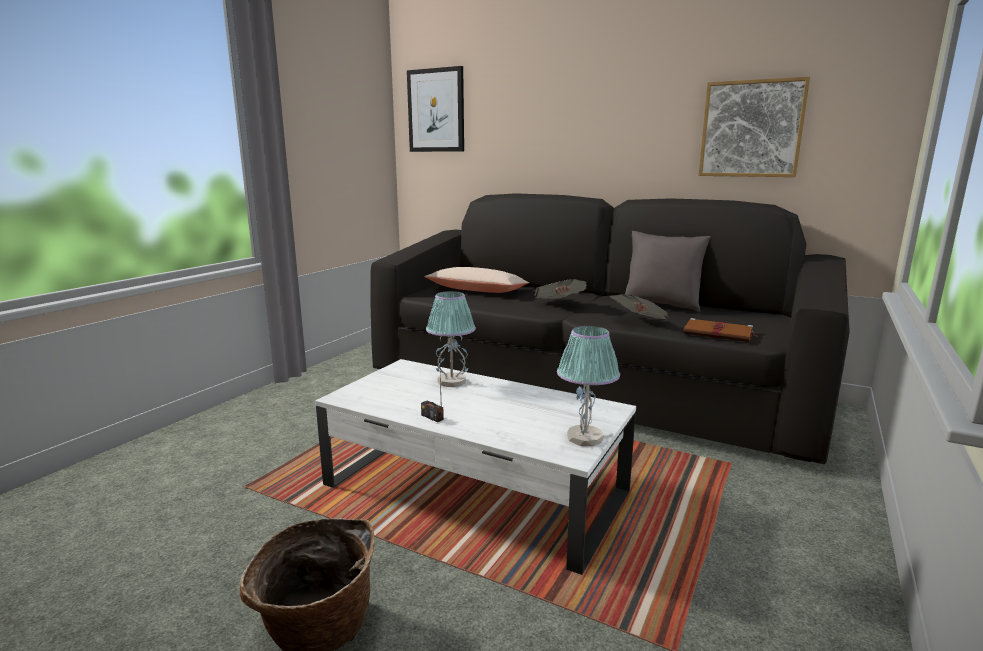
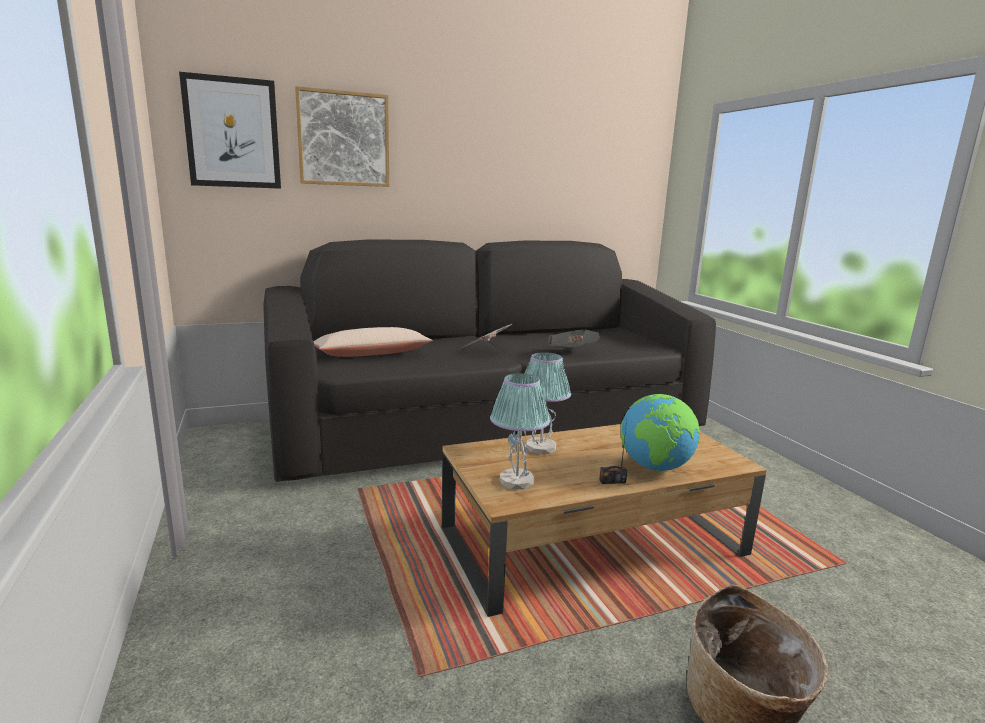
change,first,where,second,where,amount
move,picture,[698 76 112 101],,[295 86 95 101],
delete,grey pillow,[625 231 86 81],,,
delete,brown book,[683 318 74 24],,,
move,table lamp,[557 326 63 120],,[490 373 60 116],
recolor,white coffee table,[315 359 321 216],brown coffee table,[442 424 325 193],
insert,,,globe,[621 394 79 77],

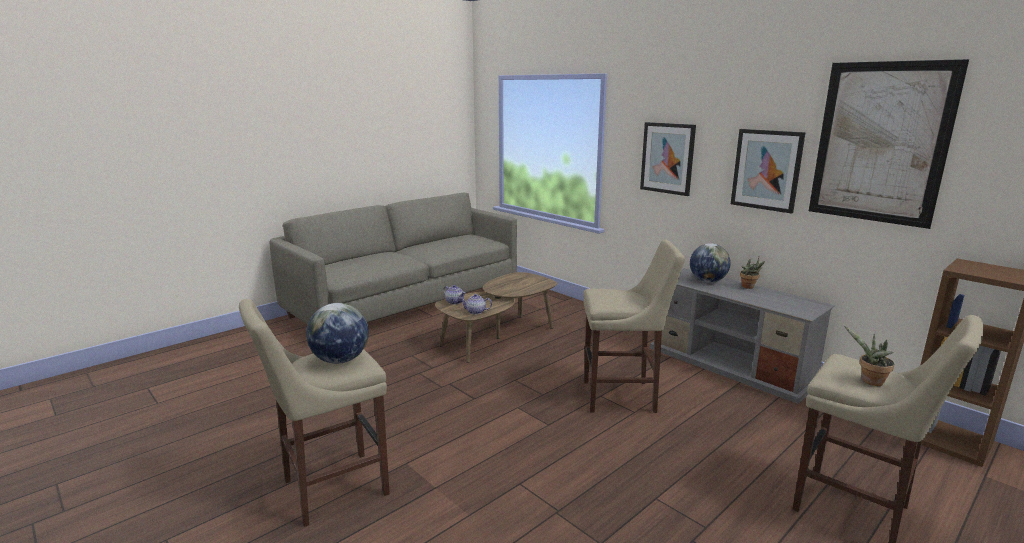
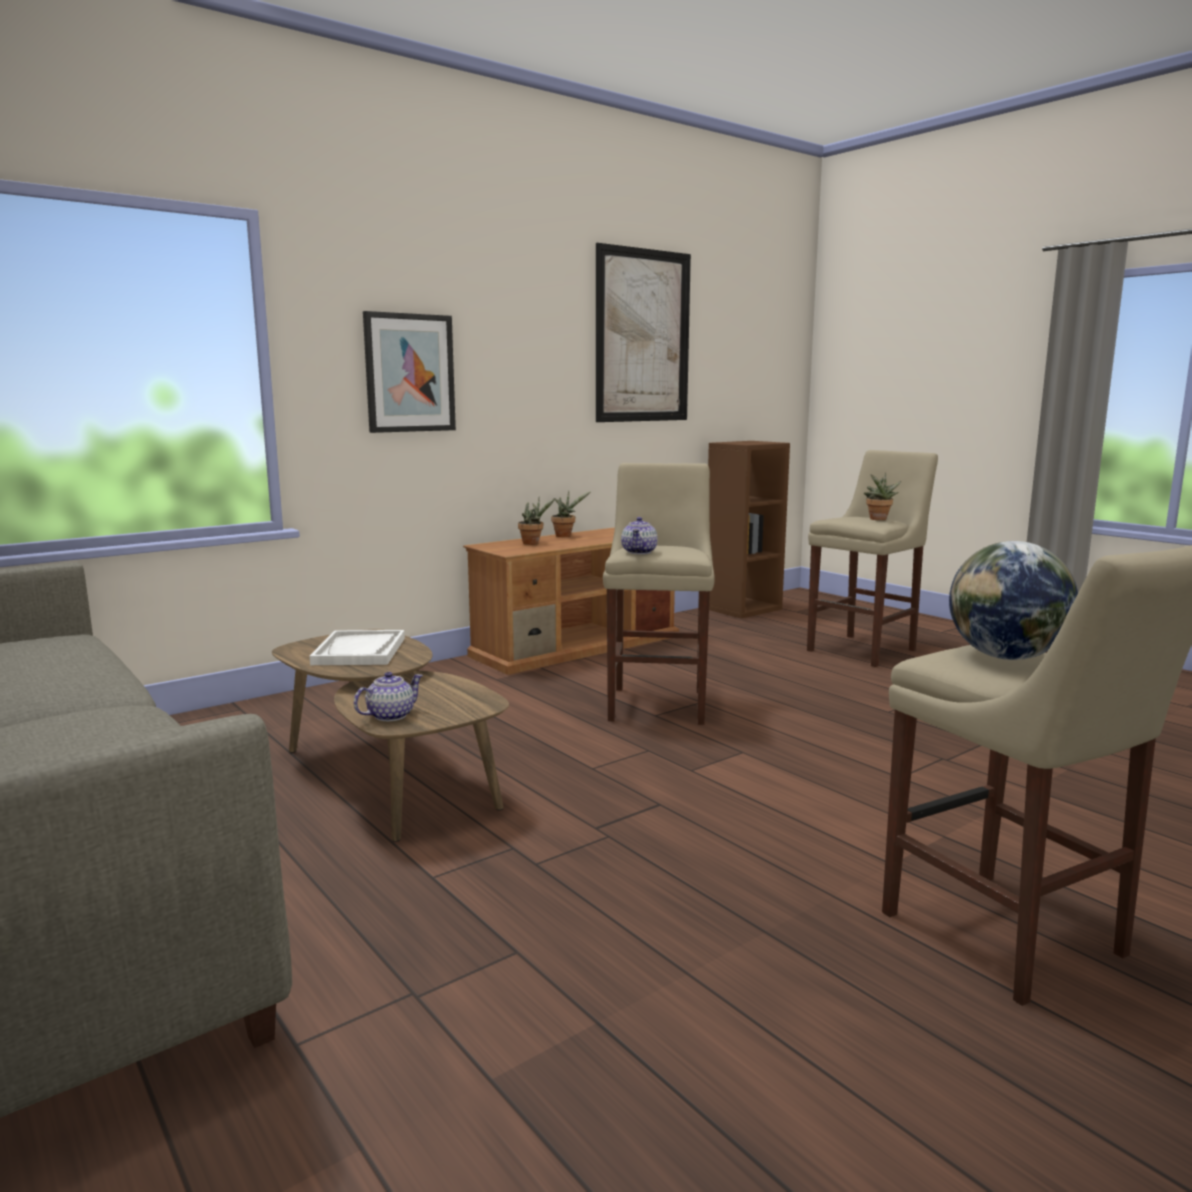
change,first,where,second,where,amount
delete,picture,[731 129 75 85],,,
replace,globe,[690 243 41 40],potted plant,[518 497 37 48],
recolor,grey tv stand,[650 268 185 136],brown tv stand,[463 528 216 147],
move,teapot,[460 294 32 21],,[621 517 36 37],
insert,,,white tray,[310 630 95 35],

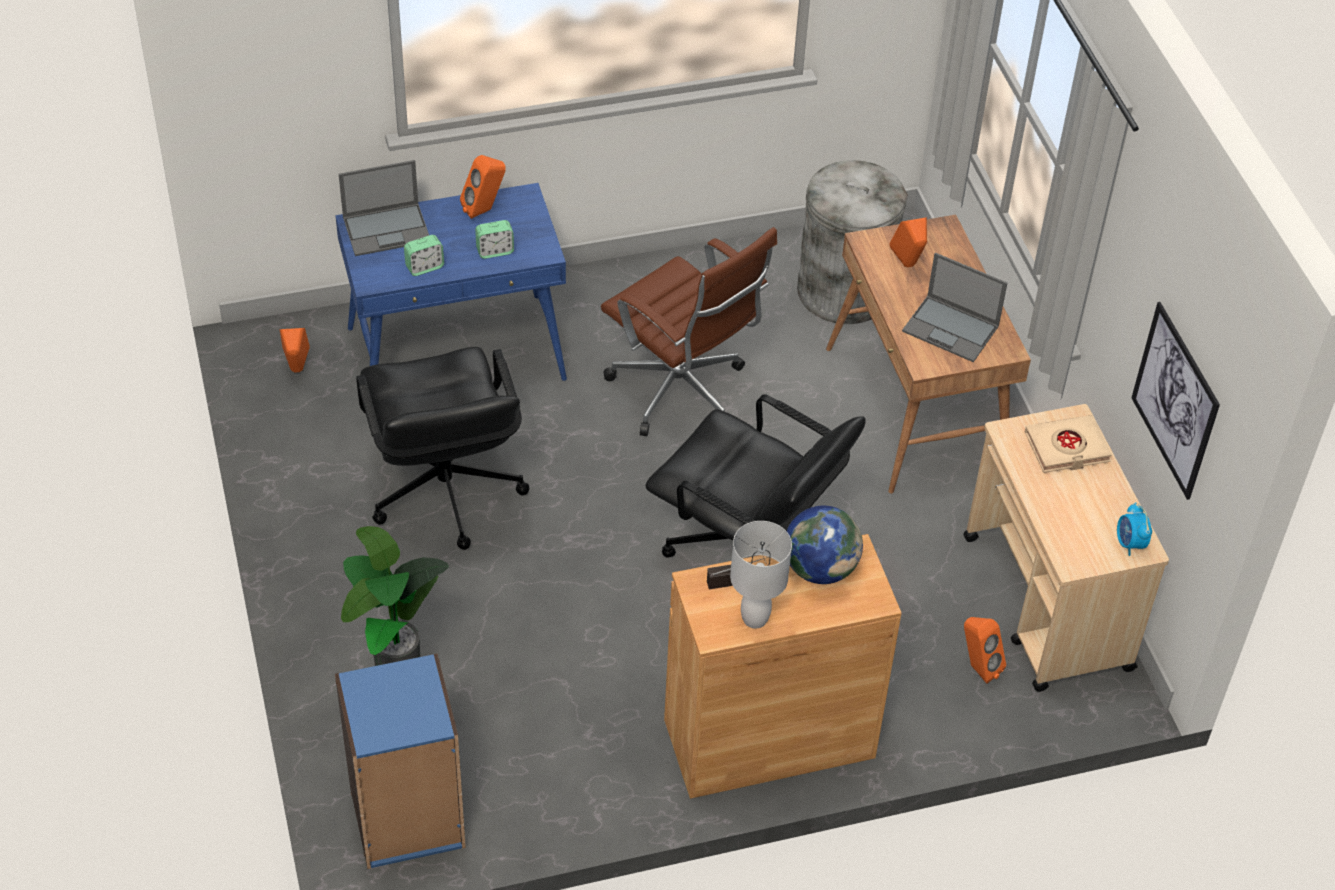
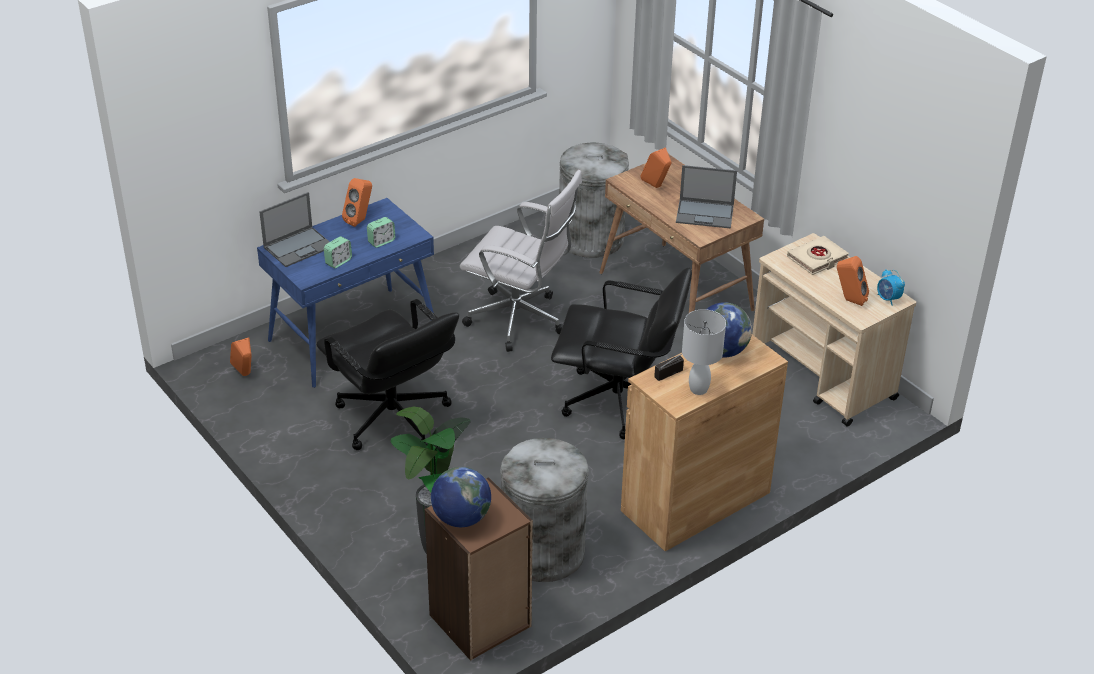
change,first,where,second,where,amount
recolor,brown office chair,[601 227 176 209],white office chair,[460 170 122 182],
delete,picture,[1131 302 89 198],,,
move,orange speaker,[964 617 42 67],,[837 256 32 50],
recolor,blue bookcase,[335 653 131 216],brown bookcase,[425 477 108 184],
insert,,,grey trash can,[500 438 89 144],
insert,,,globe,[431 467 60 60],

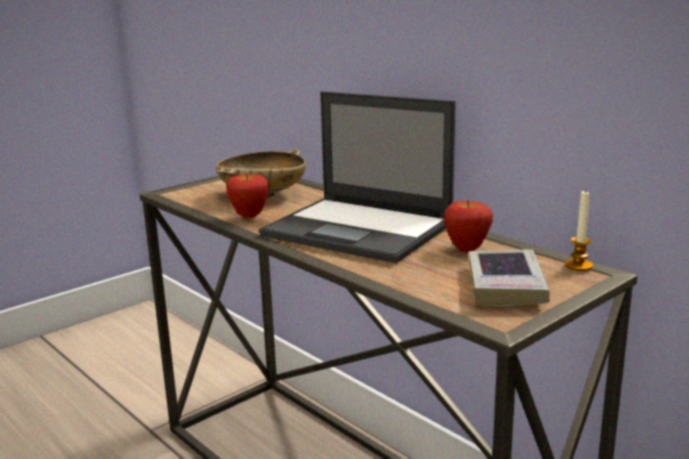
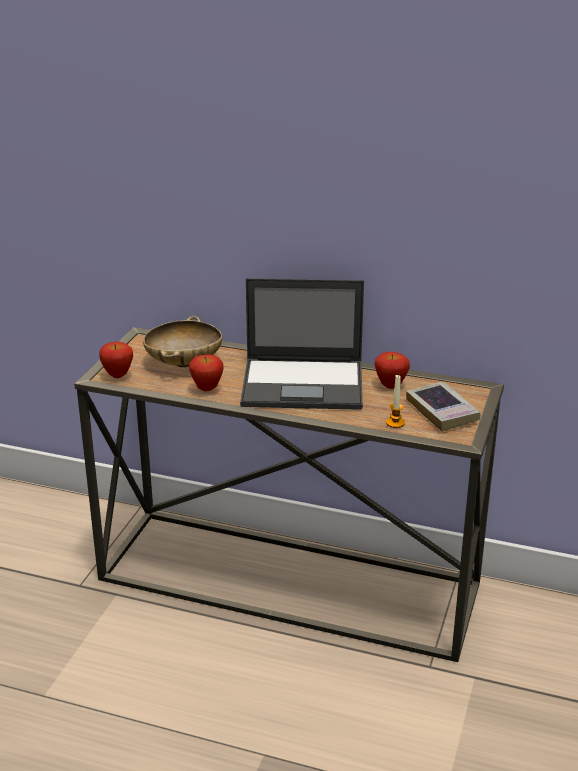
change,first,where,second,where,amount
move,candle,[565 189 28 82],,[386 375 19 53],
insert,,,apple,[99 342 34 36],

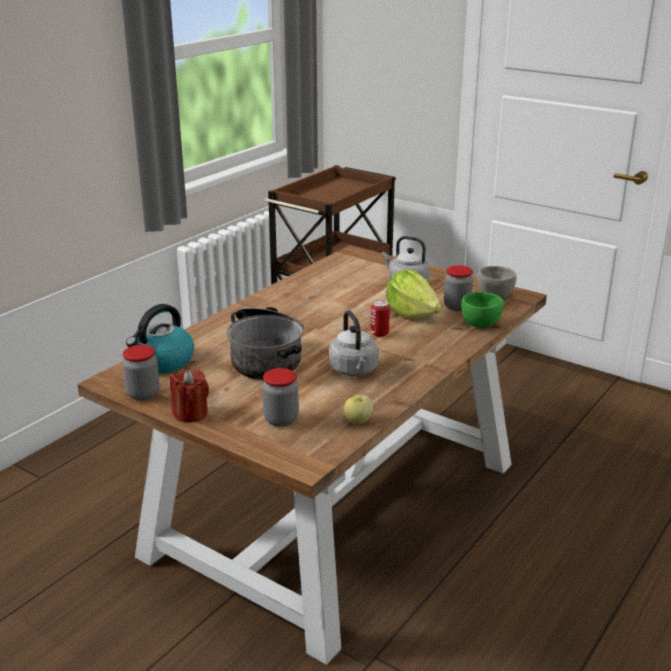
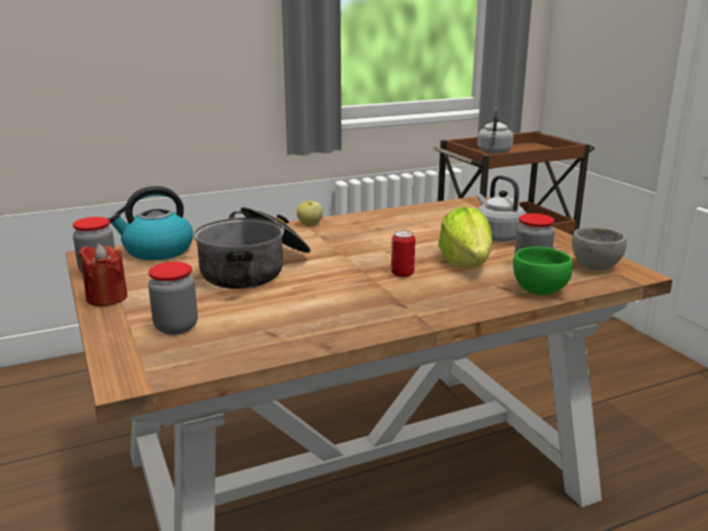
change,first,where,second,where,amount
move,grey kettle,[329 310 50 66],,[477 107 36 46],
move,apple,[344 395 29 29],,[297 201 26 24],

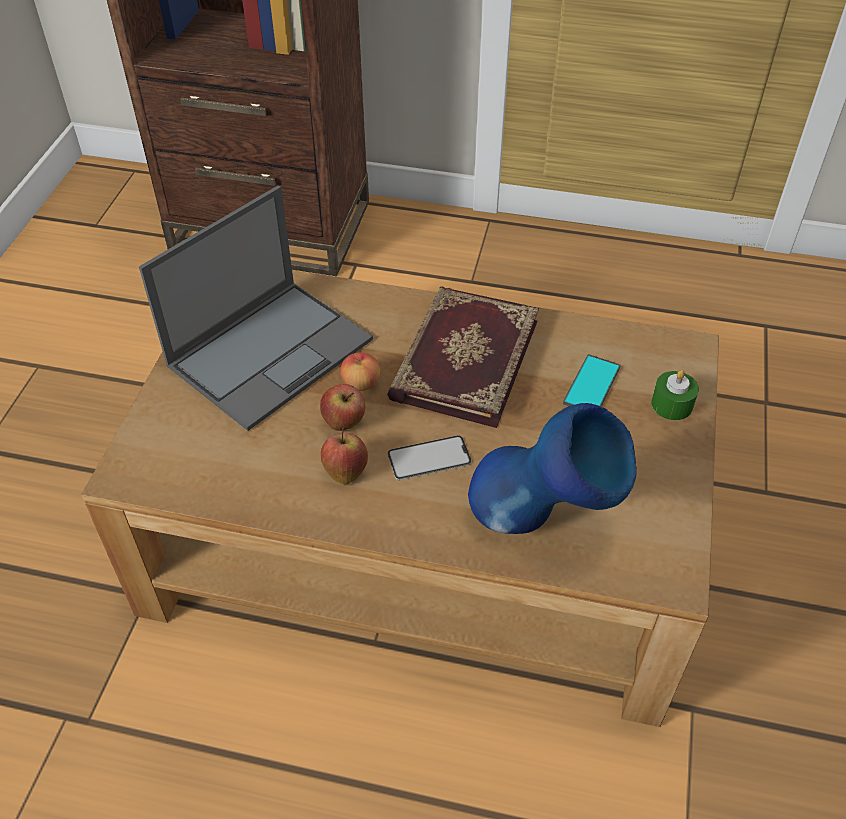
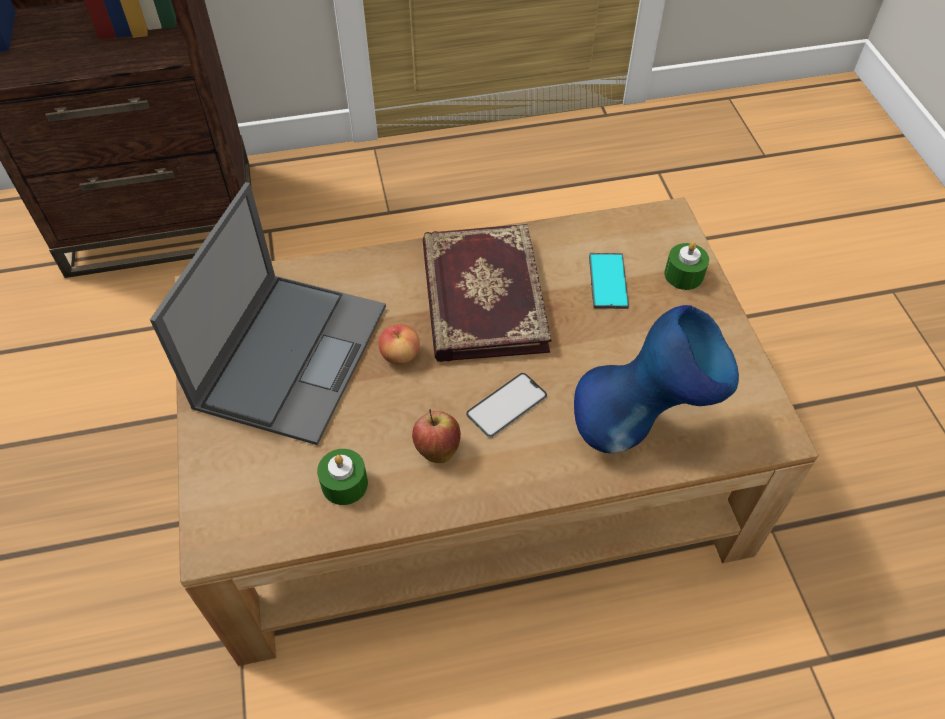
change,first,where,second,where,amount
delete,apple,[320 384 45 47],,,
insert,,,green candle,[317 449 51 56],

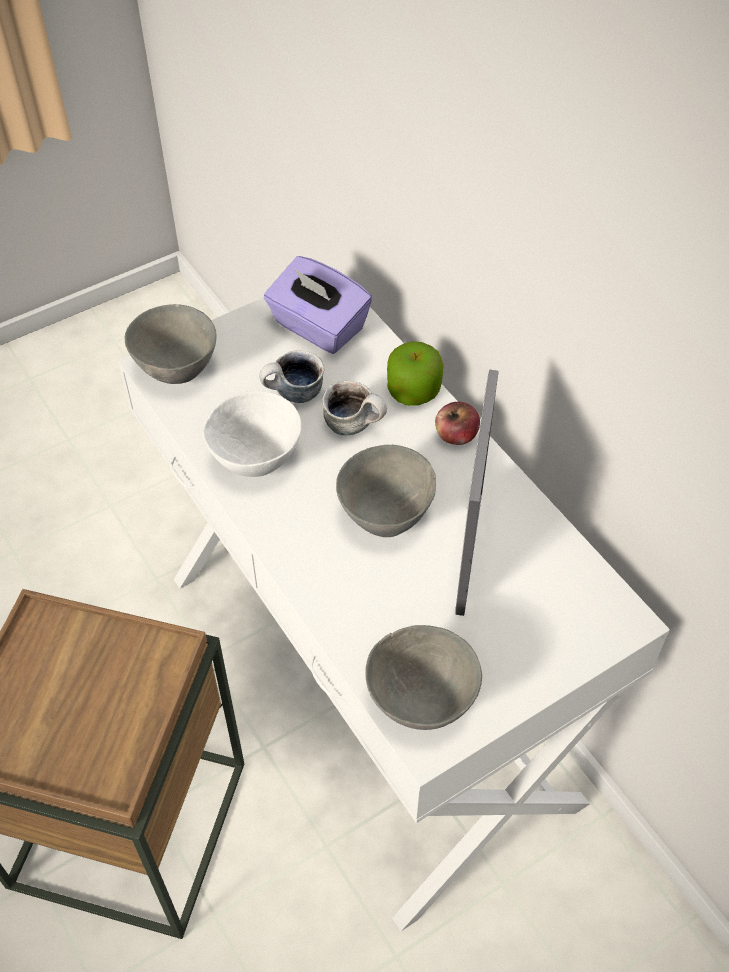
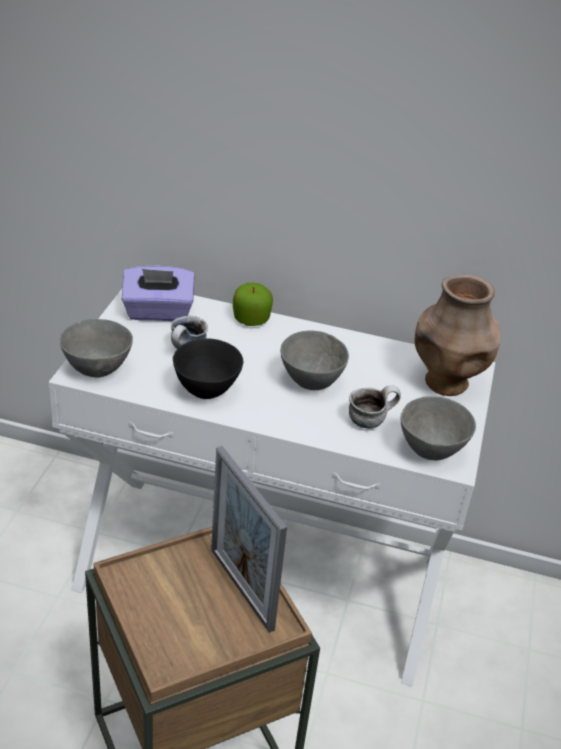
change,first,where,second,where,amount
move,picture frame,[455 370 44 246],,[211 446 76 187],
move,mug,[322 381 65 54],,[349 385 52 43],
recolor,white bowl,[203 391 99 86],black bowl,[173 339 70 60],
delete,apple,[435 402 45 43],,,
insert,,,brown vase,[414 275 87 121],

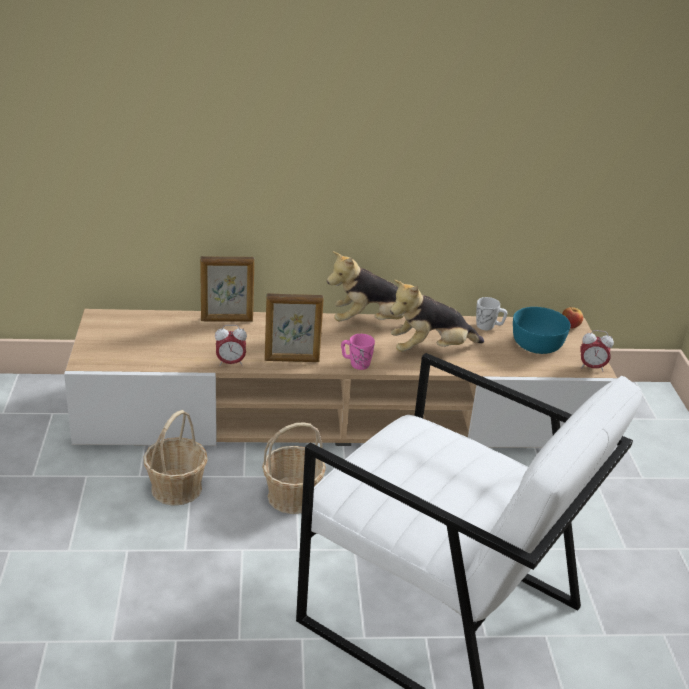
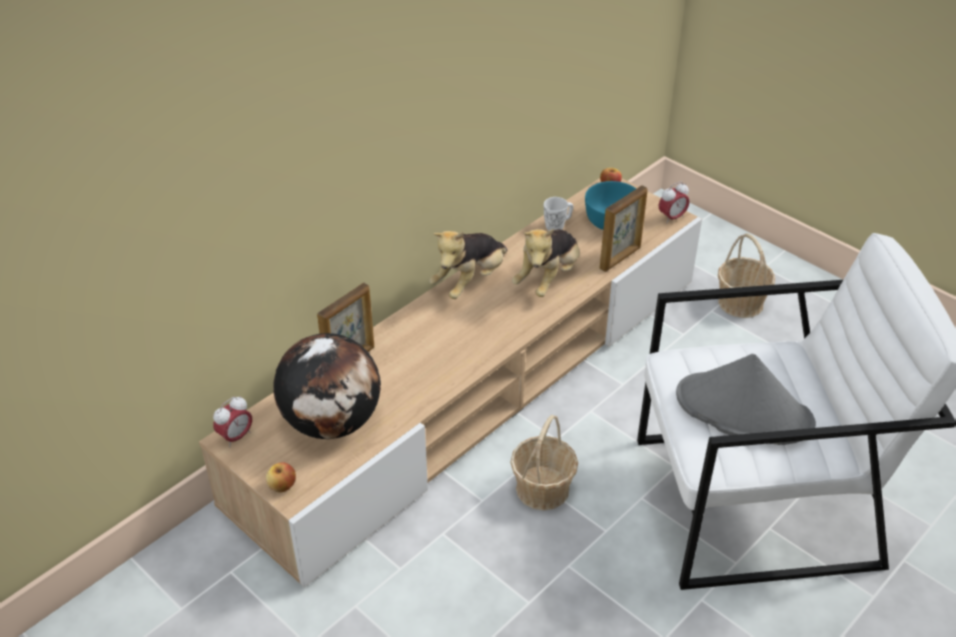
change,first,where,second,where,amount
move,picture frame,[265 293 59 69],,[599 185 49 87],
move,alarm clock,[215 325 32 41],,[213 396 39 52],
delete,pink mug,[341 334 34 36],,,
move,basket,[144 410 64 96],,[718 233 57 85],
insert,,,globe,[273 333 108 106],
insert,,,grey hat,[676 354 140 91],
insert,,,apple,[266 462 30 31],

